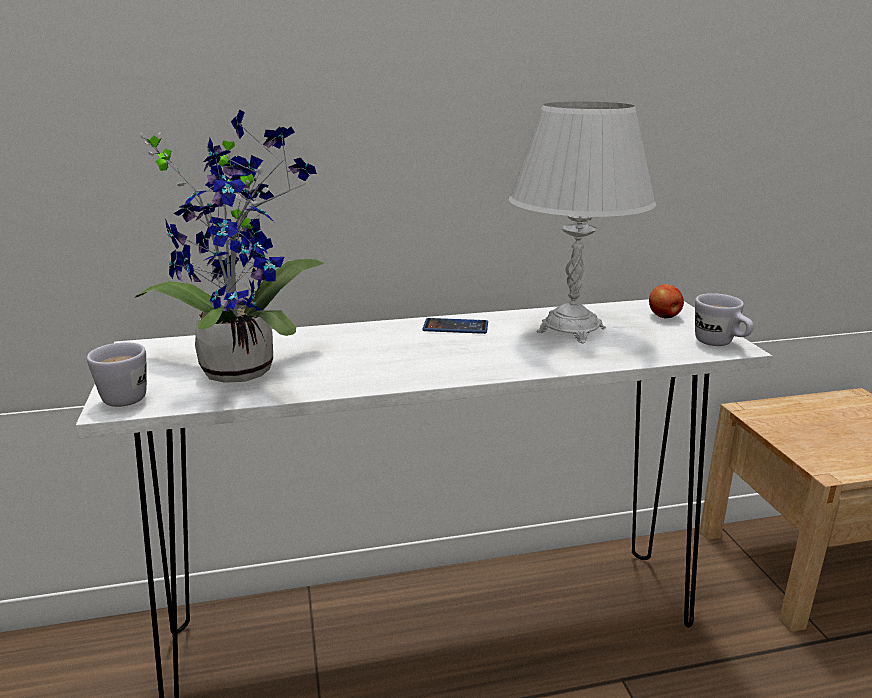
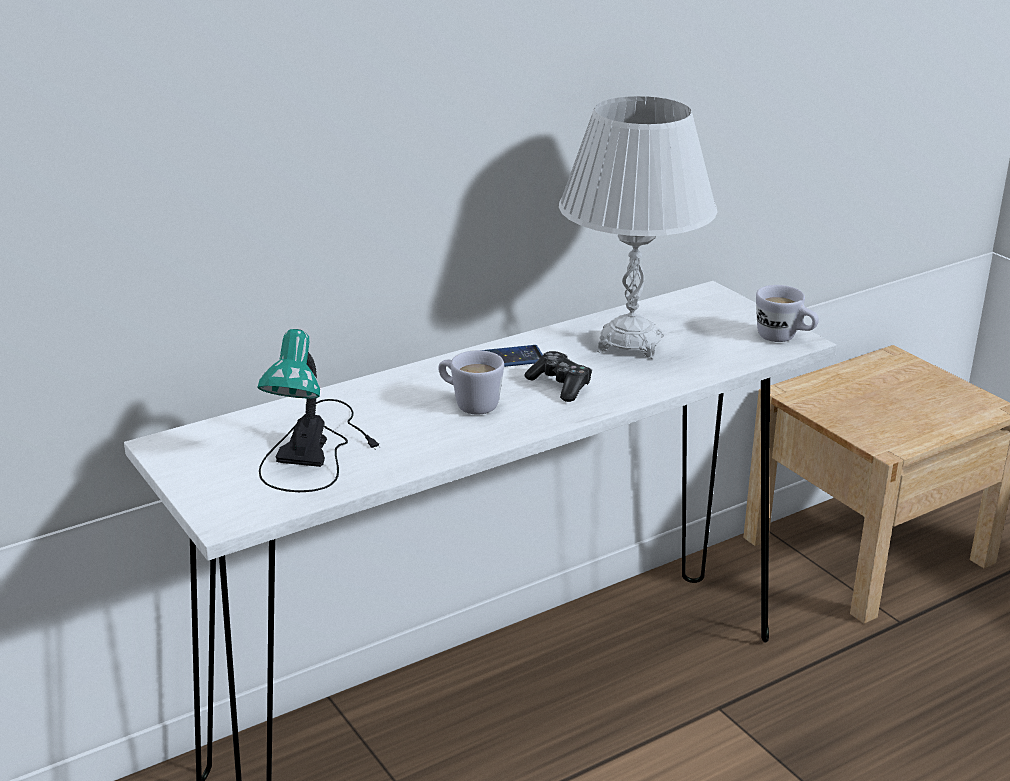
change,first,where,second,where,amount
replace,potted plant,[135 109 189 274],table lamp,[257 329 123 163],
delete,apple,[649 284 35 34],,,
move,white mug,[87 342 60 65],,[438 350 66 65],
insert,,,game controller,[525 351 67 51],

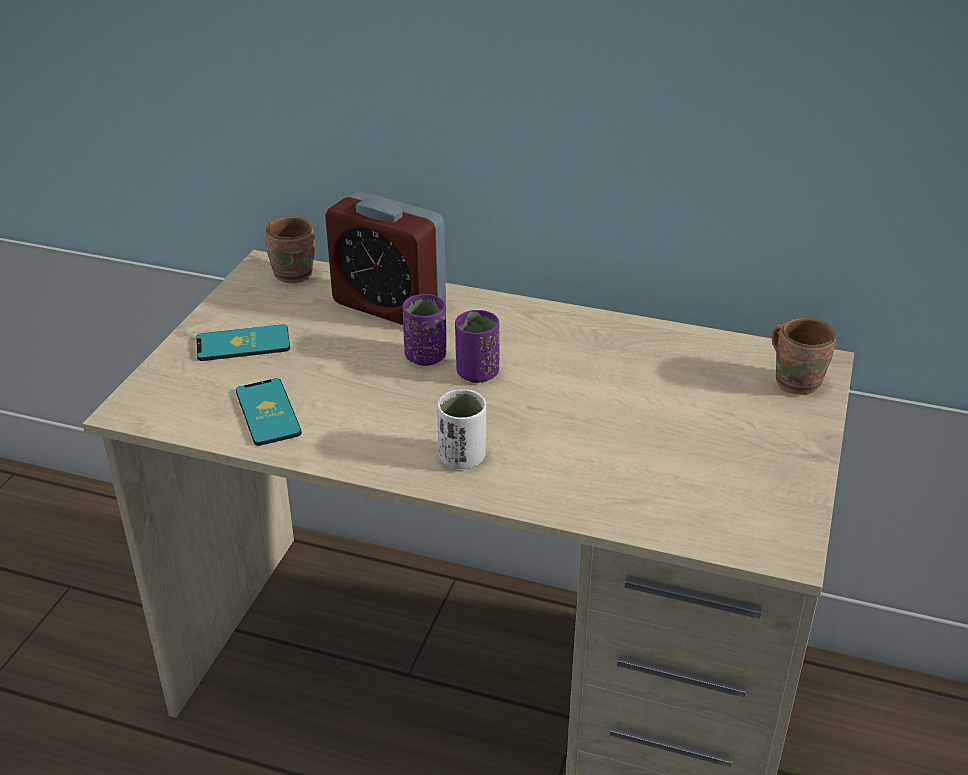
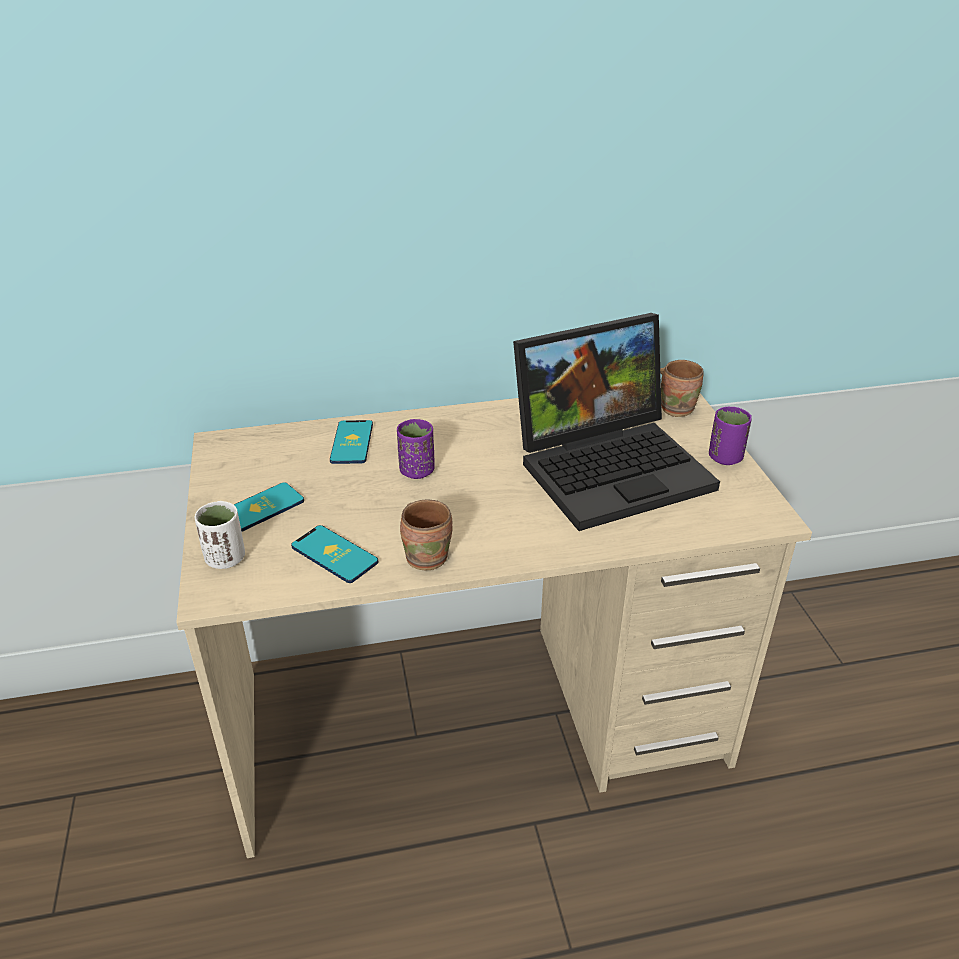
change,first,where,second,where,amount
replace,alarm clock,[325 191 121 134],phone,[330 420 43 44],
move,brown mug,[265 216 50 67],,[400 500 53 70],
move,purple cup,[455 310 45 73],,[709 407 42 58],
move,white cup,[437 389 49 80],,[194 501 51 68],
insert,,,laptop,[513 313 207 218],

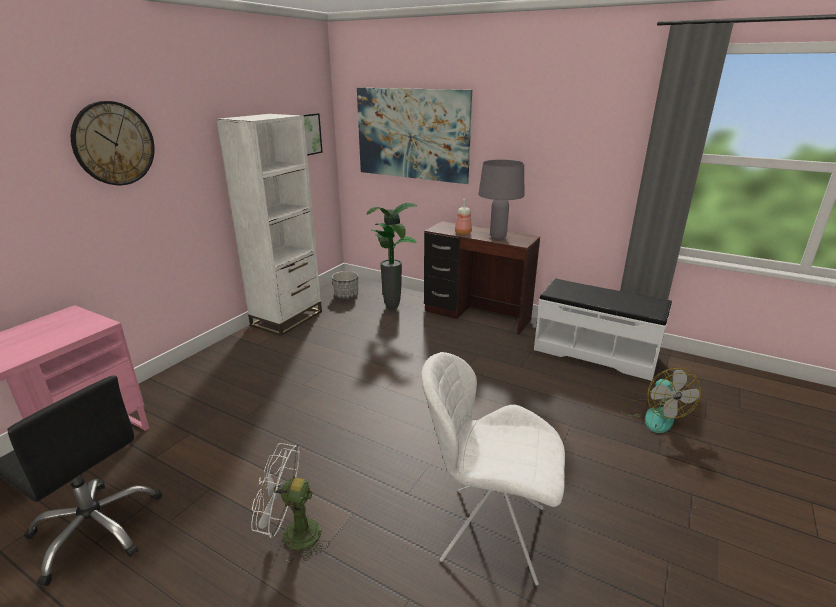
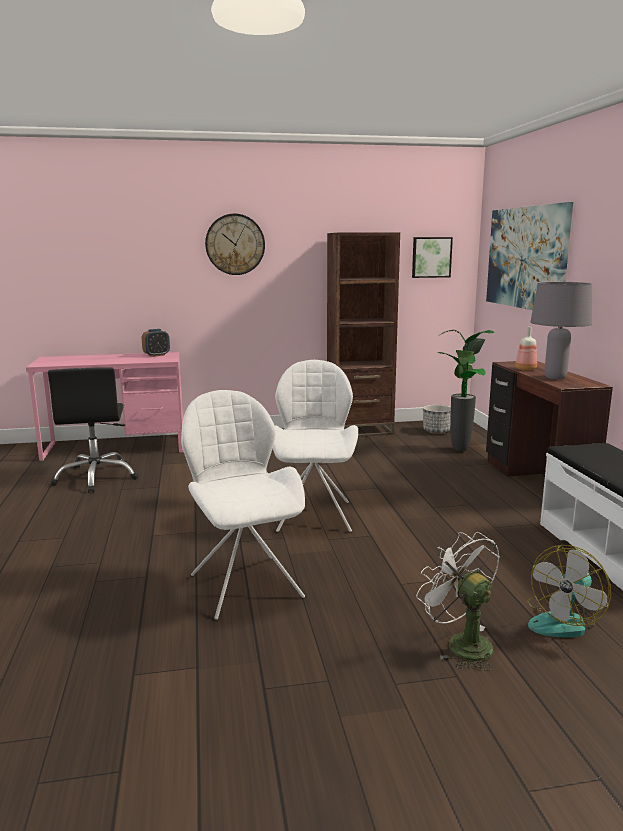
change,first,where,second,where,amount
recolor,white bookcase,[217 114 105 222],brown bookcase,[327 232 73 205],
move,white fan,[251 443 79 120],,[416 532 84 139],
insert,,,alarm clock,[142 329 28 28],
insert,,,white chair,[273 360 85 172],

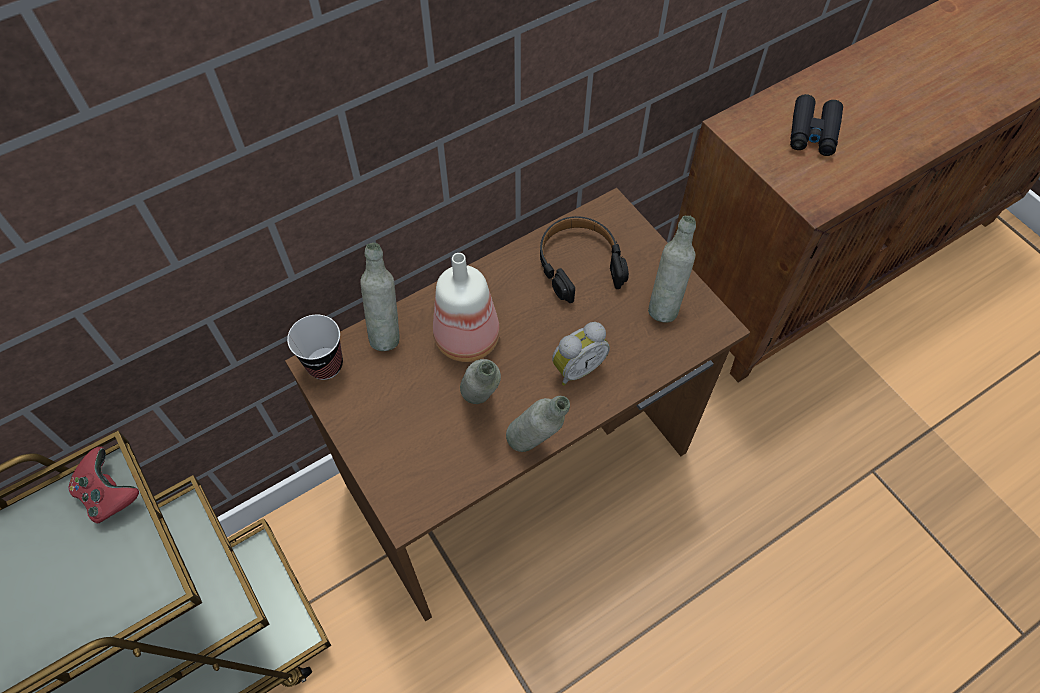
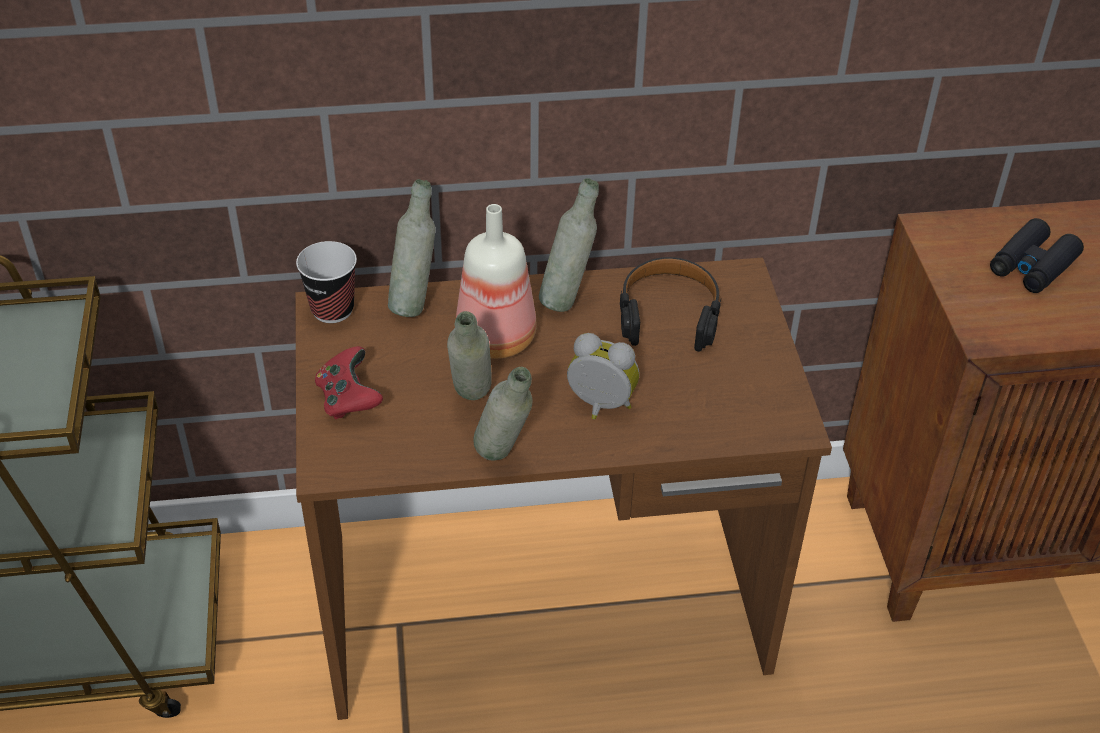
change,first,where,second,where,amount
move,grey bottle,[648 216 48 107],,[539 178 60 134],
rotate,alarm clock,[552 322 58 64],,[567 333 73 86],150 degrees counterclockwise
move,red game controller,[69 446 70 78],,[315 346 68 74],

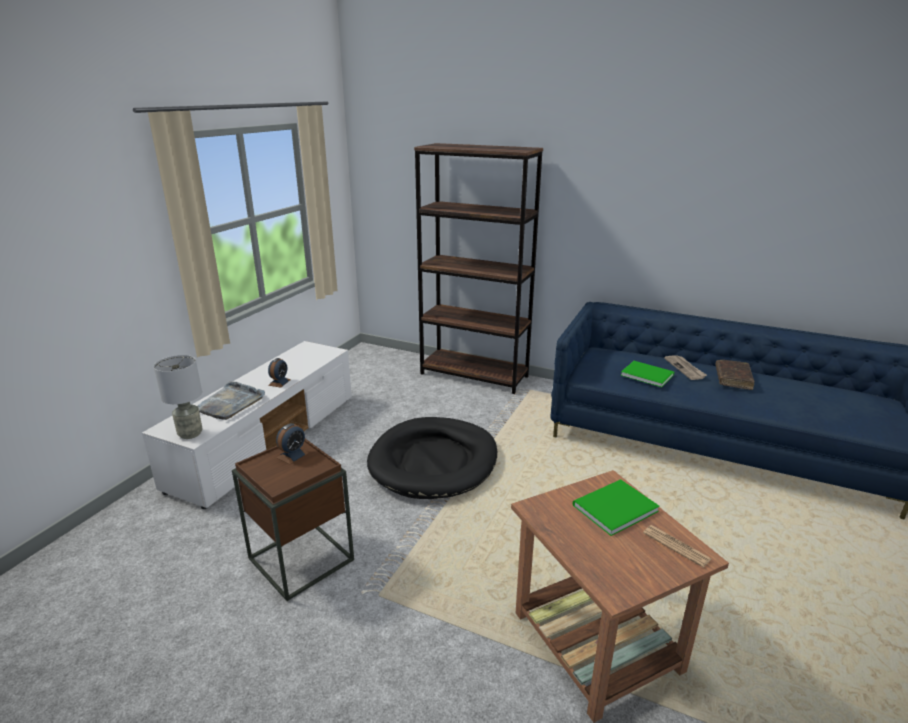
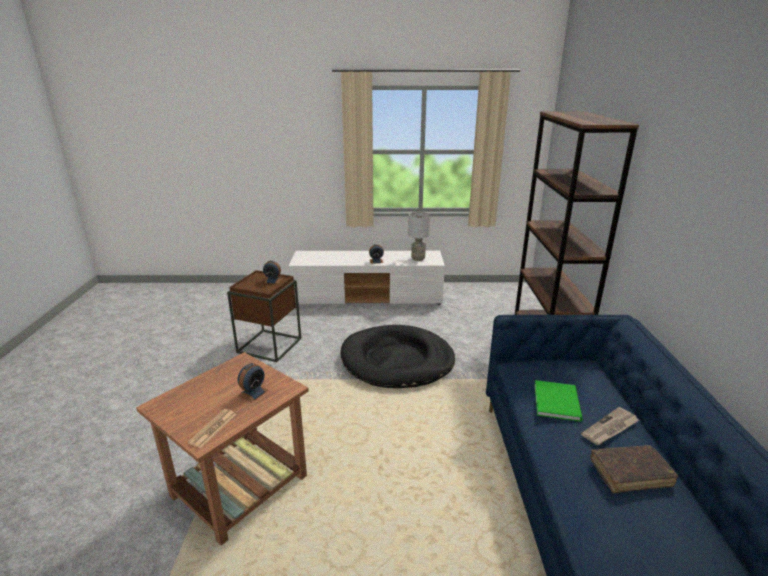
change,first,where,second,where,amount
move,grey table lamp,[154 355 48 84],,[408 212 23 49],
delete,grey tray,[197 381 68 39],,,
replace,green book,[573 479 87 57],alarm clock,[238 363 30 39],

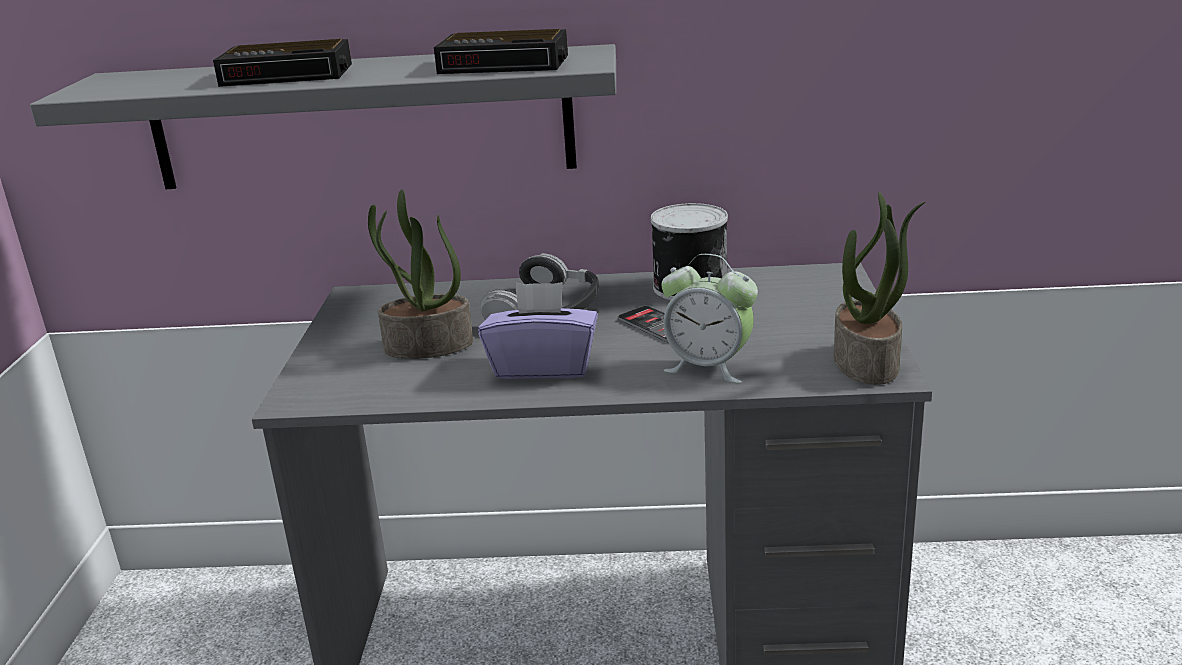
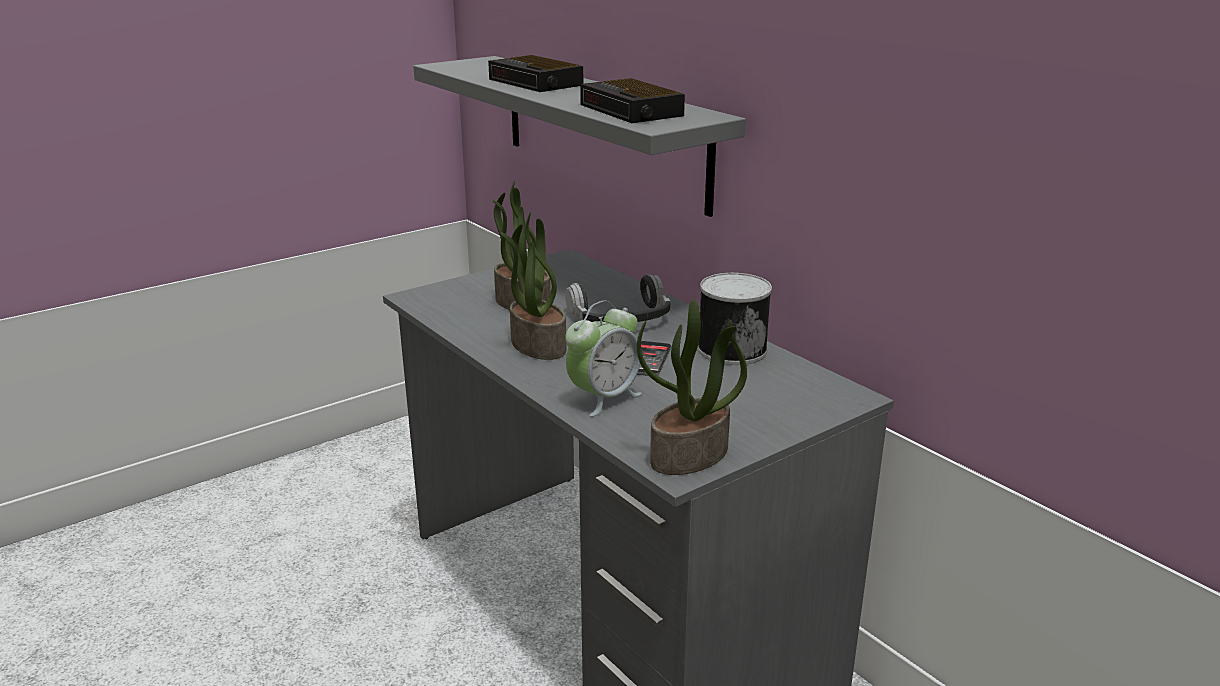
change,first,where,second,where,amount
rotate,alarm clock,[662 254 96 129],,[565 300 77 117],120 degrees counterclockwise
replace,purple tissue box,[478 282 120 97],potted plant,[501 212 66 148],

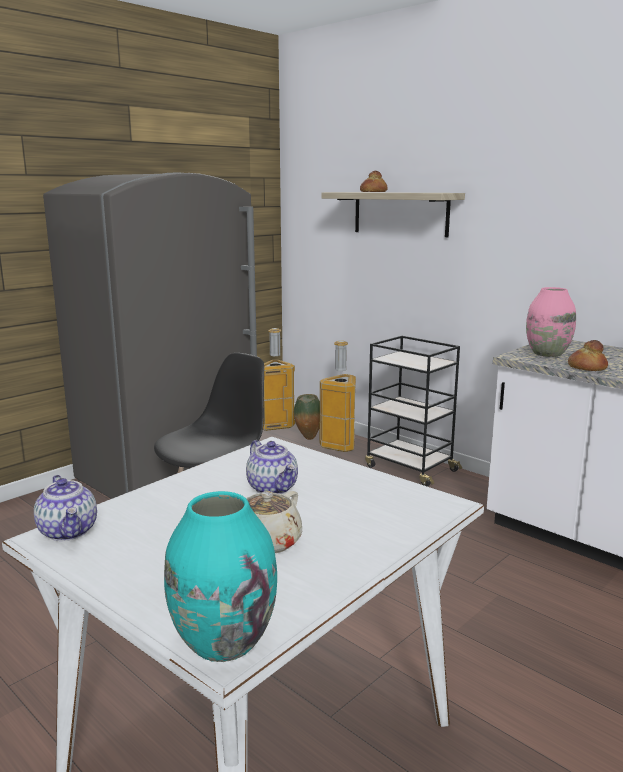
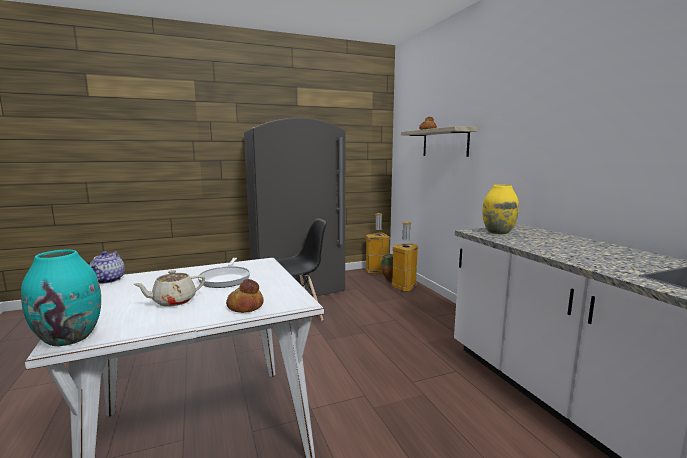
change,first,where,second,where,amount
recolor,pink vase,[526 287 50 70],yellow vase,[482 185 37 49],
delete,black cart,[365 336 97 151],,,
move,bread,[568 340 40 31],,[226 279 38 34],
replace,teapot,[246 440 52 54],frying pan,[198 258 52 30],

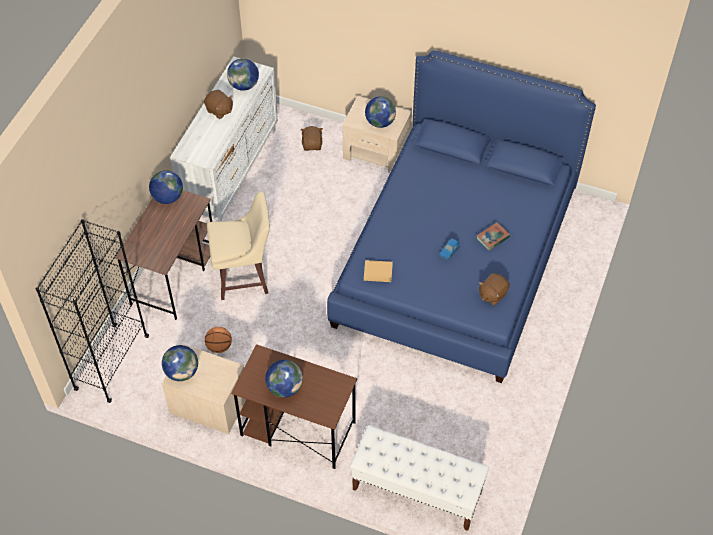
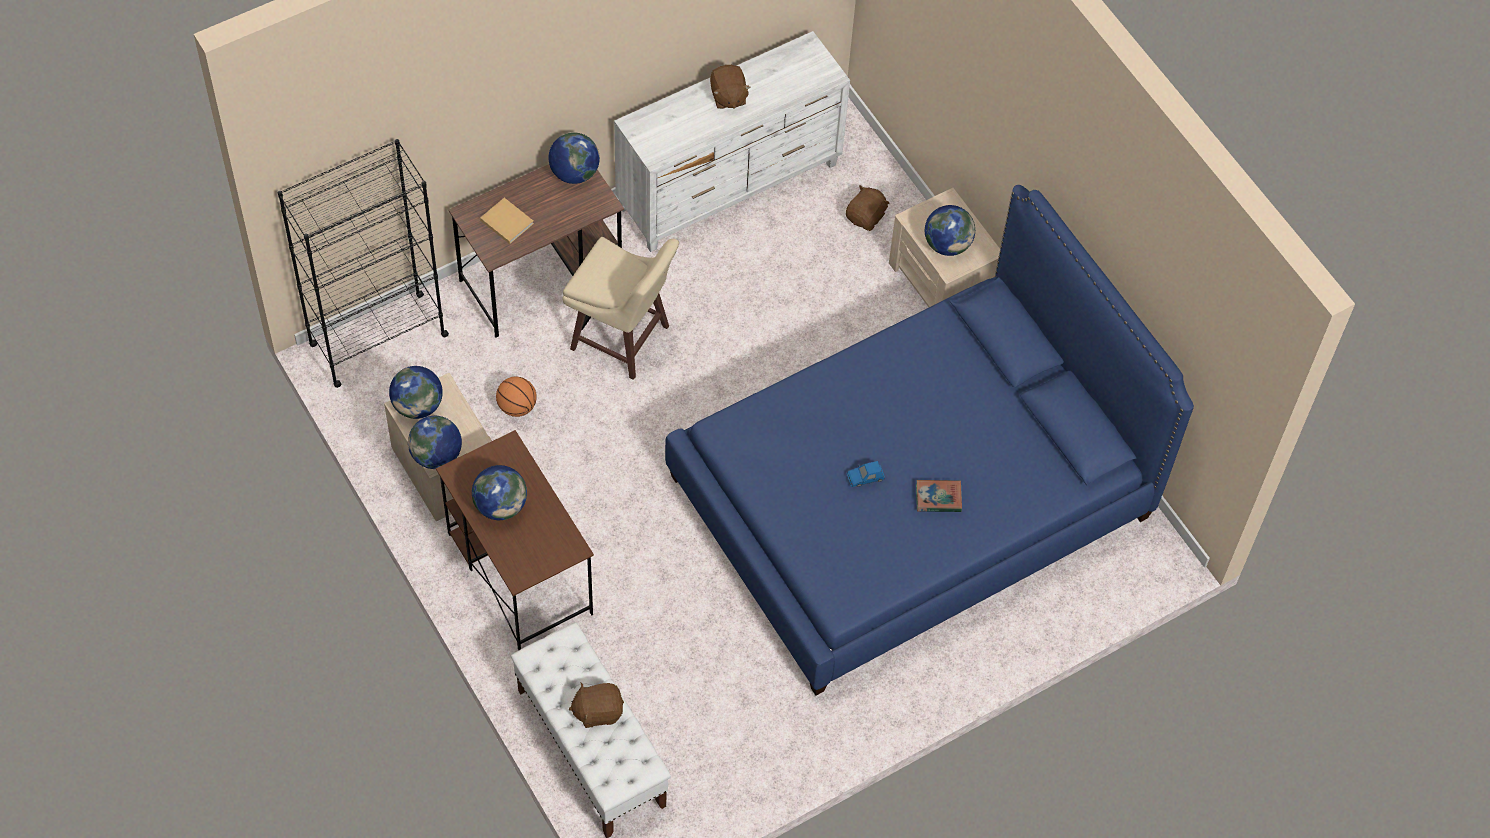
change,first,where,second,where,amount
move,globe,[227 58 32 33],,[408 416 54 53],
move,beige book,[364 260 29 22],,[480 198 54 46],
move,brown plush toy,[479 273 31 32],,[569 682 55 46],

